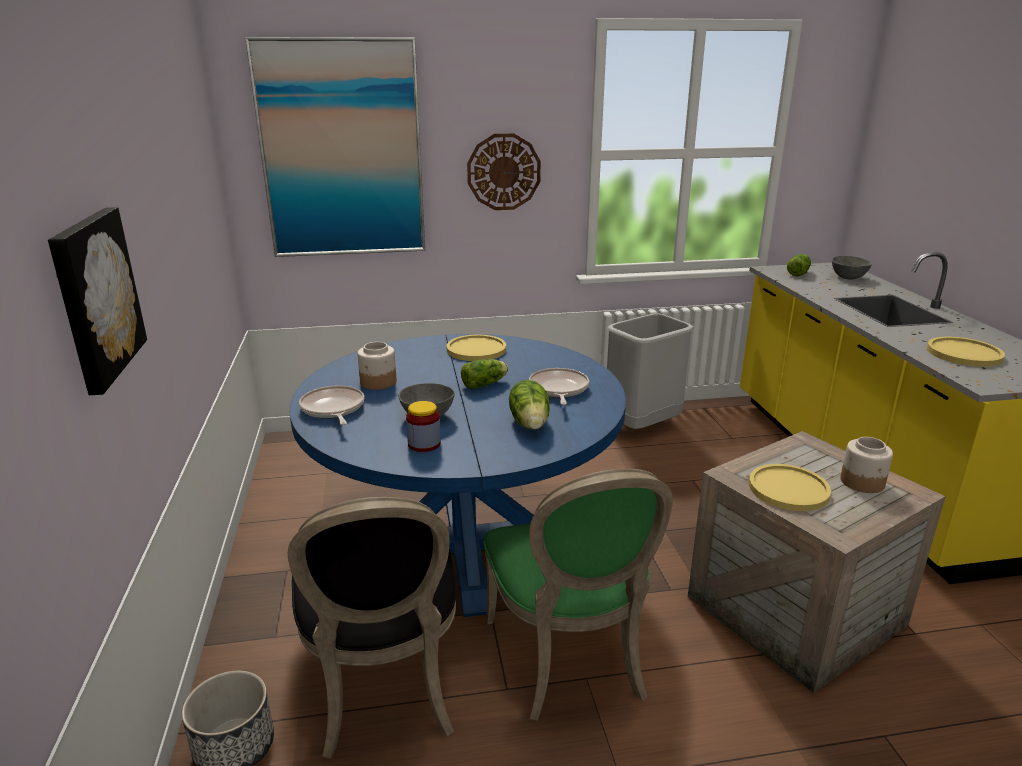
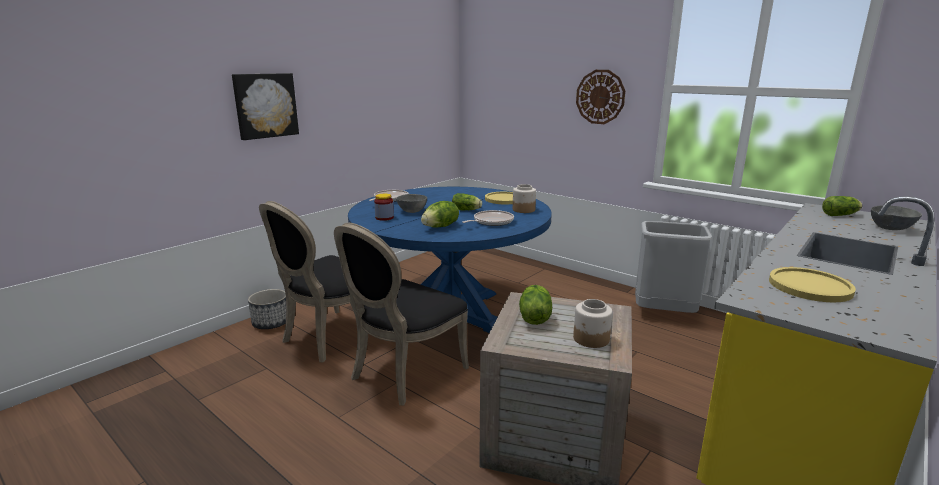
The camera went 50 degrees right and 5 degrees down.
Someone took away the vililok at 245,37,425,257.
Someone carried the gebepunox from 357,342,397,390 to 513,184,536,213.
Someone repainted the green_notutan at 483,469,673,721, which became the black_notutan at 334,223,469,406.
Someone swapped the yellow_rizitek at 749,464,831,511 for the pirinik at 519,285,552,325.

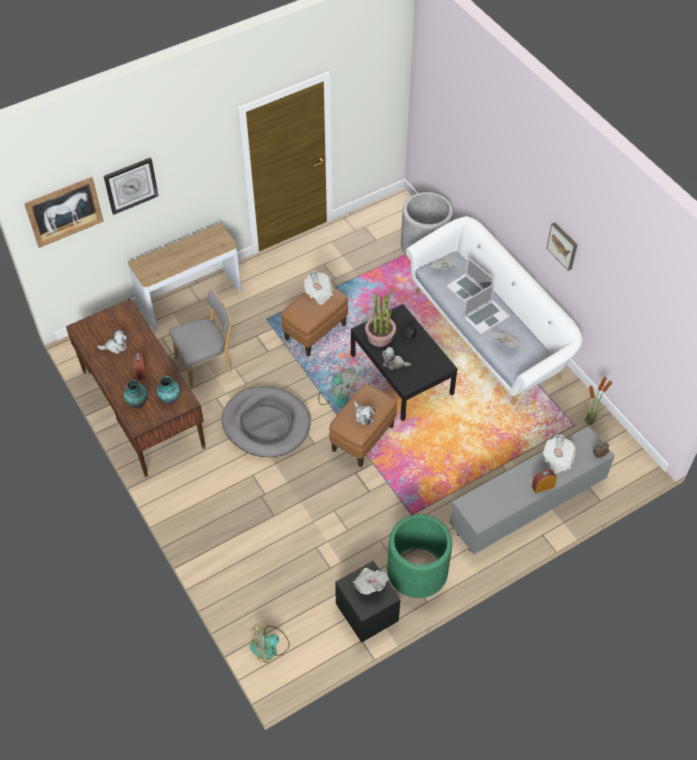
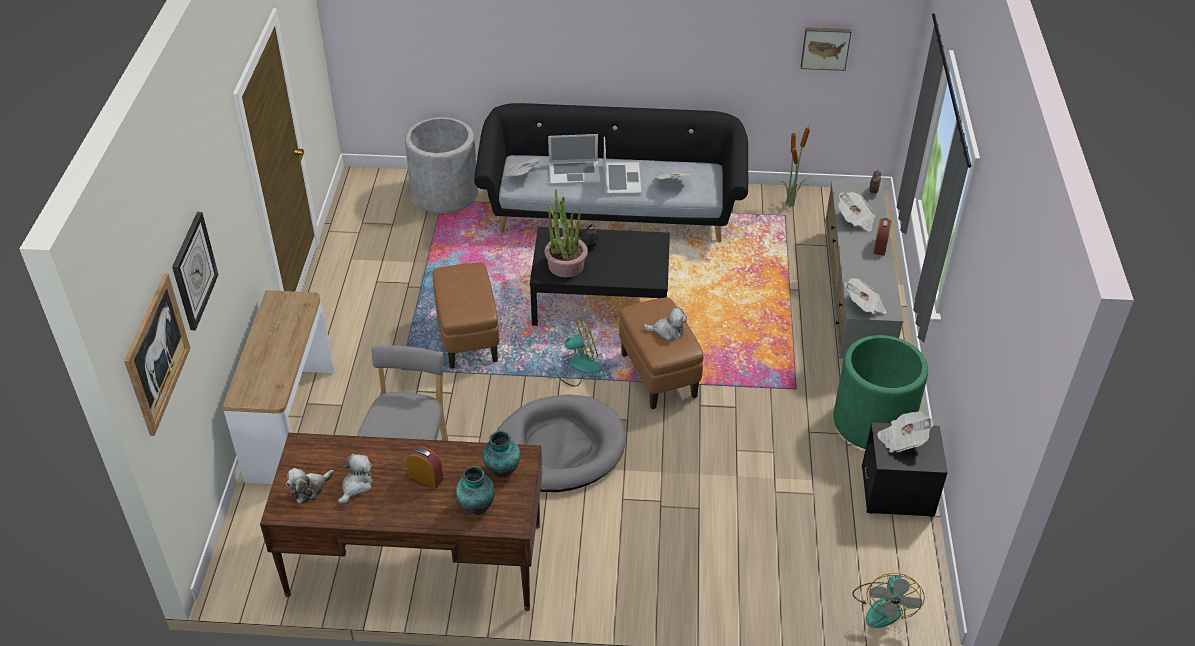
The camera went 55 degrees left and 10 degrees down.
Someone carried the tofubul from 304,271,333,305 to 844,278,887,314.
Someone carried the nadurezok from 382,347,411,370 to 286,468,334,504.
Someone repainted the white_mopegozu at 406,216,583,405, which became the black_mopegozu at 474,103,748,243.
Someone carried the vililok from 546,222,577,271 to 801,27,851,71.

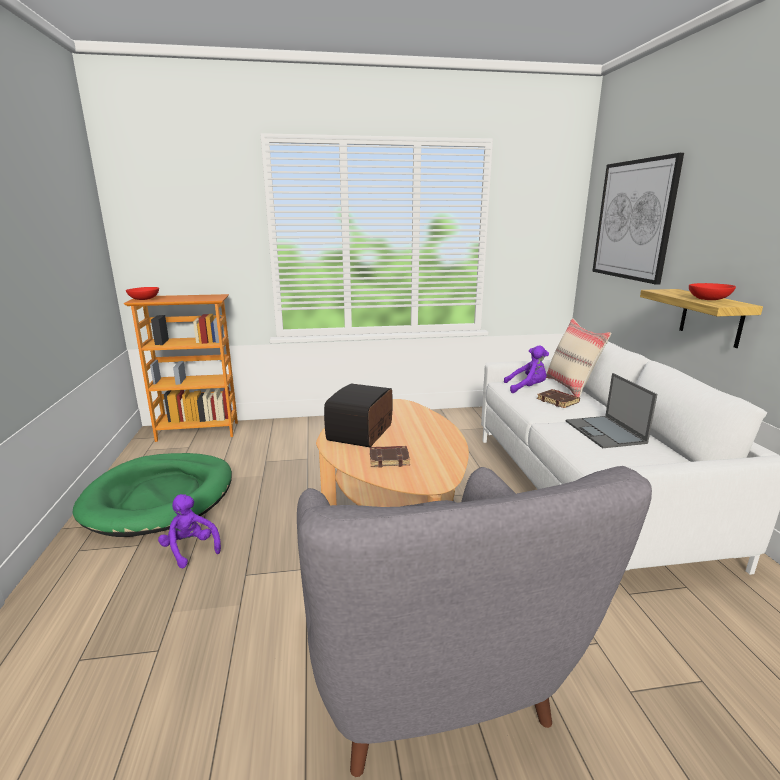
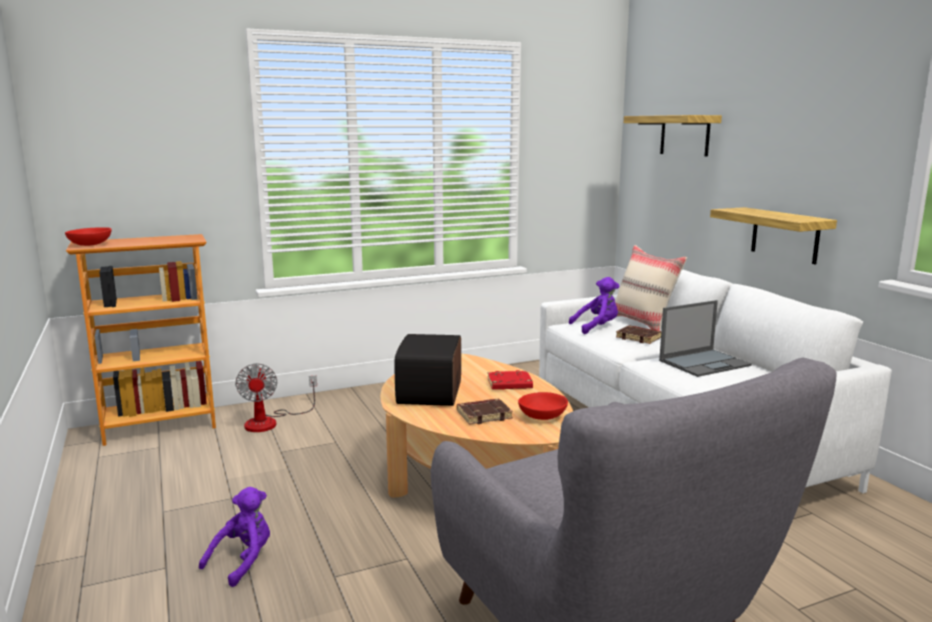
The camera went 15 degrees left and 5 degrees down.
Someone took away the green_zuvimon at 73,453,232,537.
Someone rotated the purple_nadurezok at 158,494,221,568 by 90 degrees clockwise.
Someone rotated the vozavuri at 566,373,657,448 by 90 degrees counterclockwise.
Someone swapped the vililok at 592,153,684,285 for the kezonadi at 624,115,722,156.
Someone carried the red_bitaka from 689,283,736,300 to 518,392,568,420.
Someone put down the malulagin at 235,363,317,432.
Someone put down the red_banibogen at 488,370,533,390.

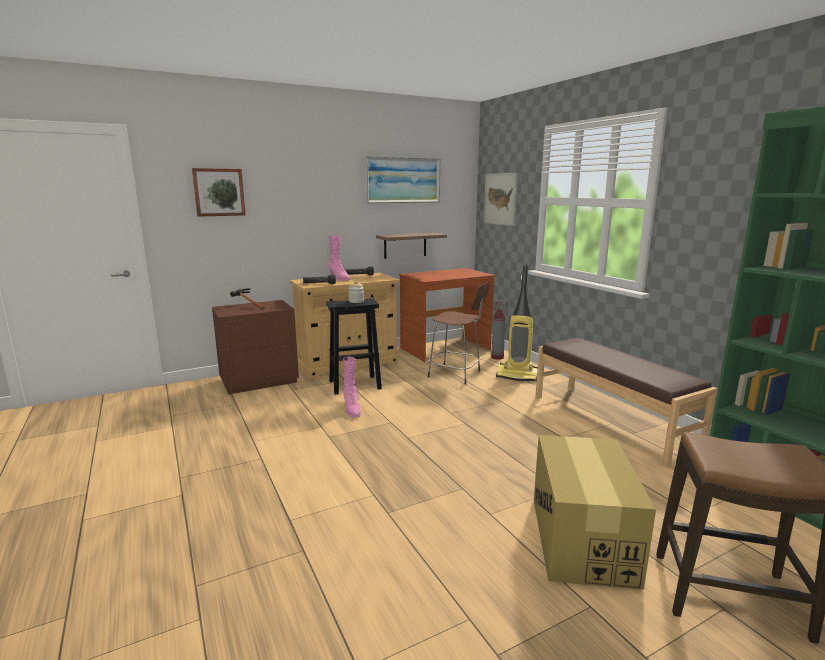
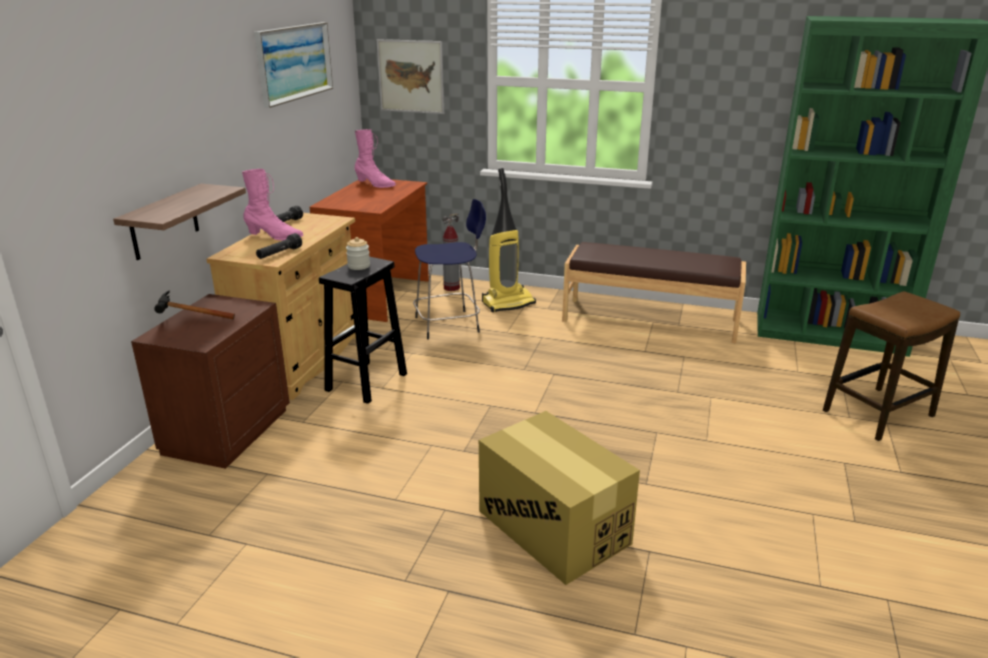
The camera went 45 degrees left and 10 degrees up.
Someone took away the vililok at 192,168,246,217.
Someone carried the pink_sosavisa from 343,357,361,418 to 355,129,396,188.
Someone carried the kezonadi from 376,233,447,259 to 113,184,246,260.
Someone repainted the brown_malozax at 428,283,489,384, which became the blue_malozax at 413,199,486,340.
Someone carried the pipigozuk from 534,435,656,590 to 479,411,640,585.

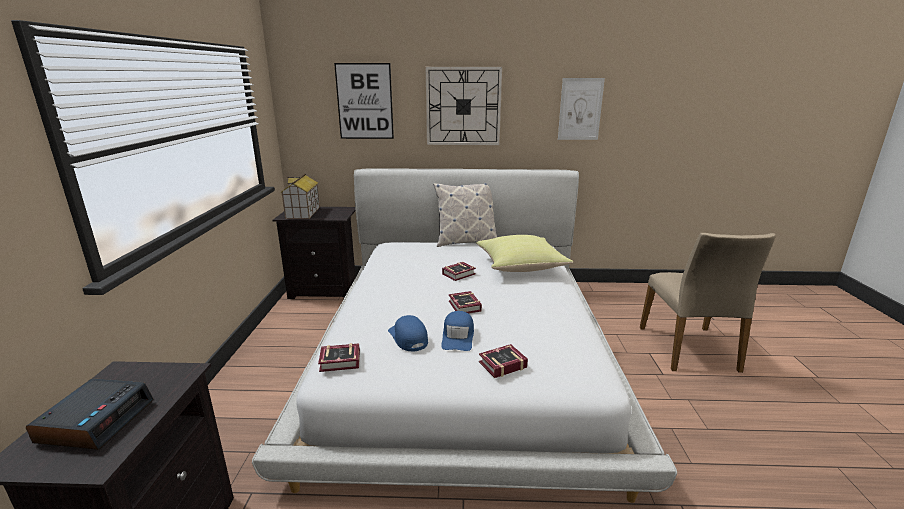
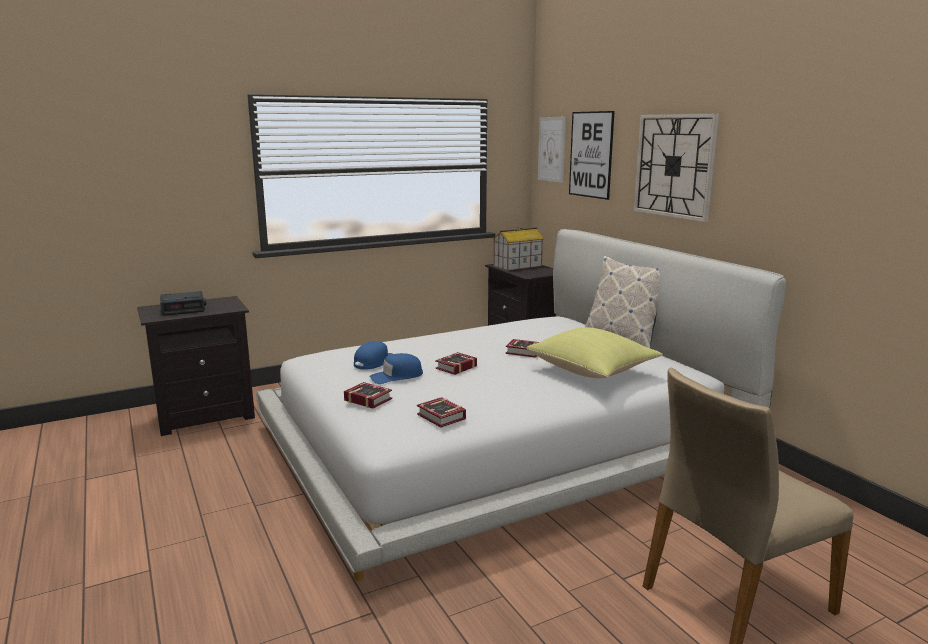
The camera went 60 degrees right and 5 degrees down.
Someone carried the banibogen from 318,343,360,372 to 417,397,466,428.
Someone carried the vililok from 558,78,605,140 to 538,117,566,183.

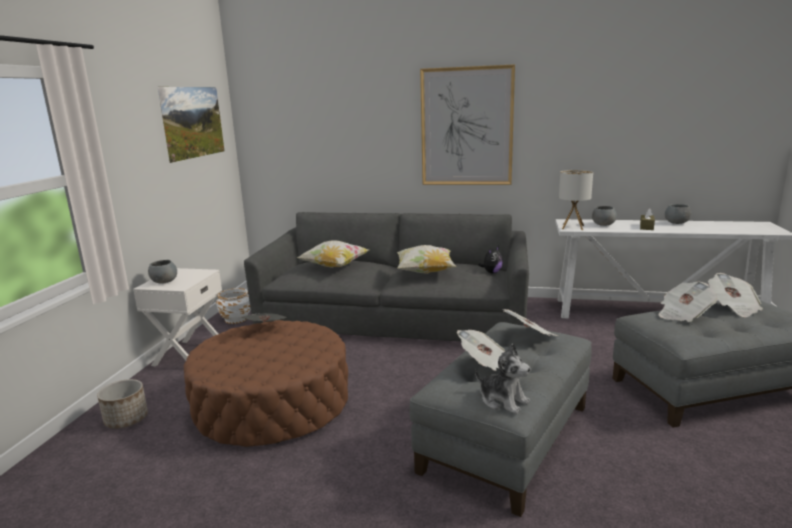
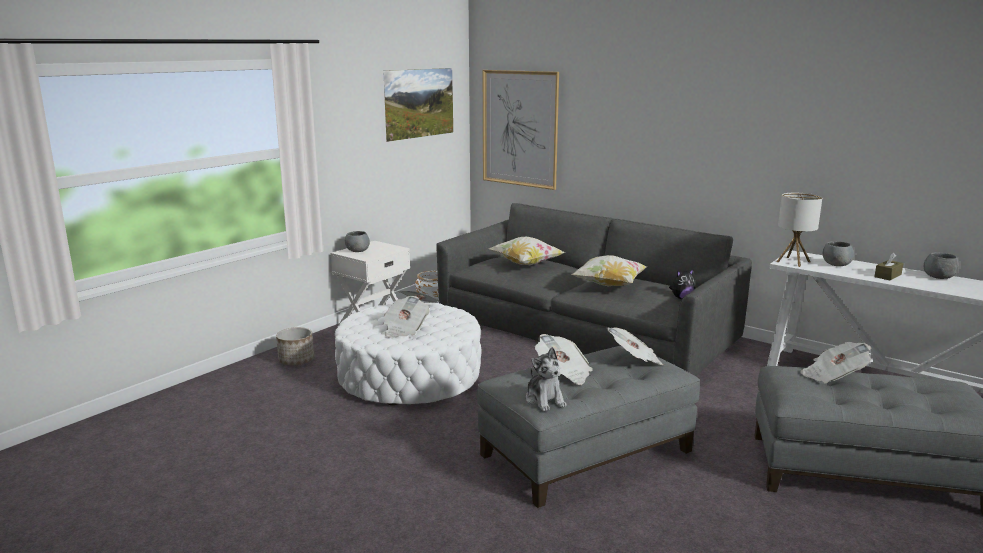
The camera went 25 degrees right and 0 degrees up.
Someone repainted the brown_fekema at 184,320,348,447, which became the white_fekema at 335,303,482,405.
Someone carried the vililok from 420,64,515,185 to 483,70,559,190.
Someone carried the tofubul from 708,273,763,317 to 383,296,429,338.

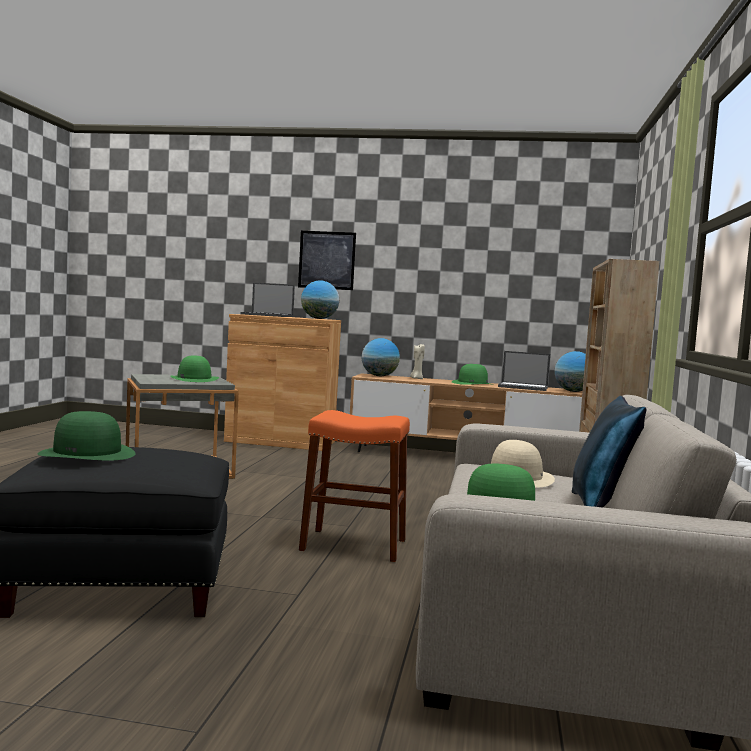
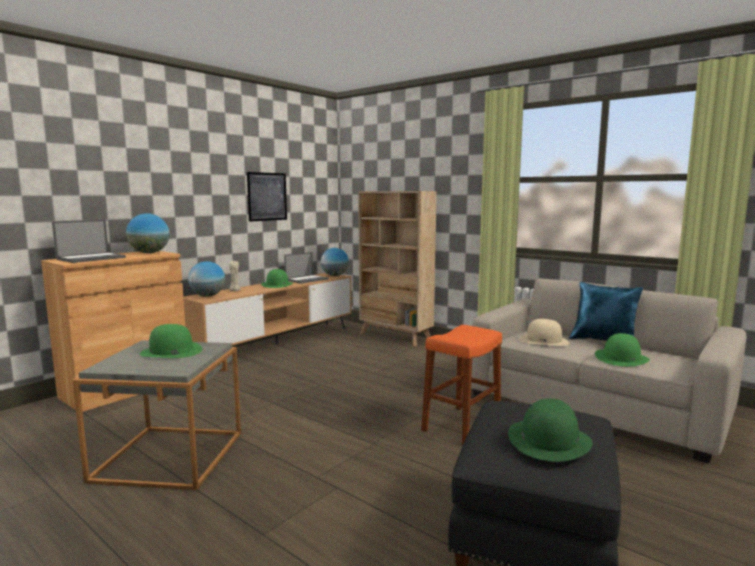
The camera went 60 degrees left and 5 degrees up.
Someone carried the vililok from 298,231,356,290 to 247,172,287,222.

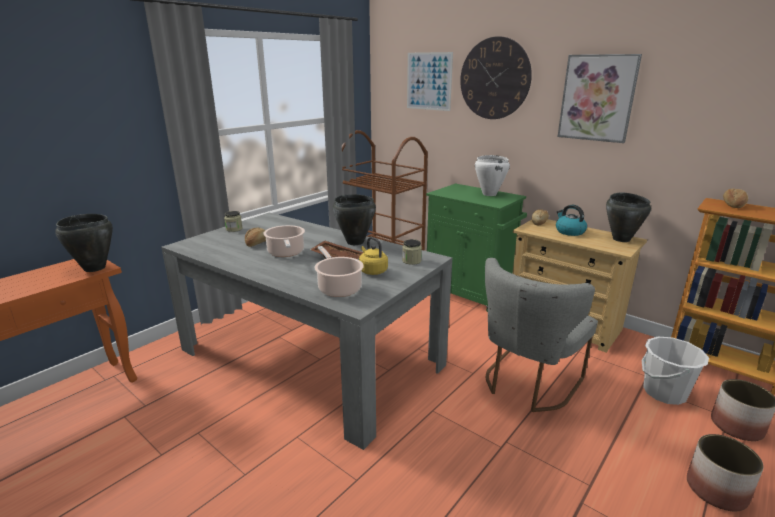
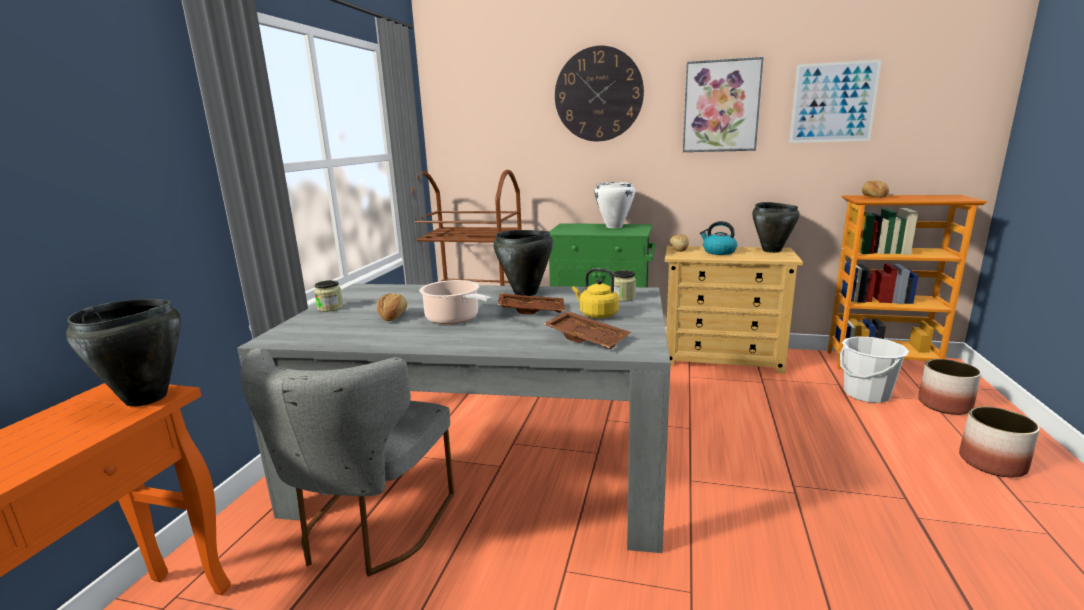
The camera went 25 degrees left and 5 degrees down.
Someone swapped the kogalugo at 314,246,364,297 for the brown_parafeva at 544,311,631,349.
Someone carried the vililok from 407,52,453,111 to 789,60,882,143.
Someone carried the grey_notutan from 485,258,598,412 to 240,348,454,576.

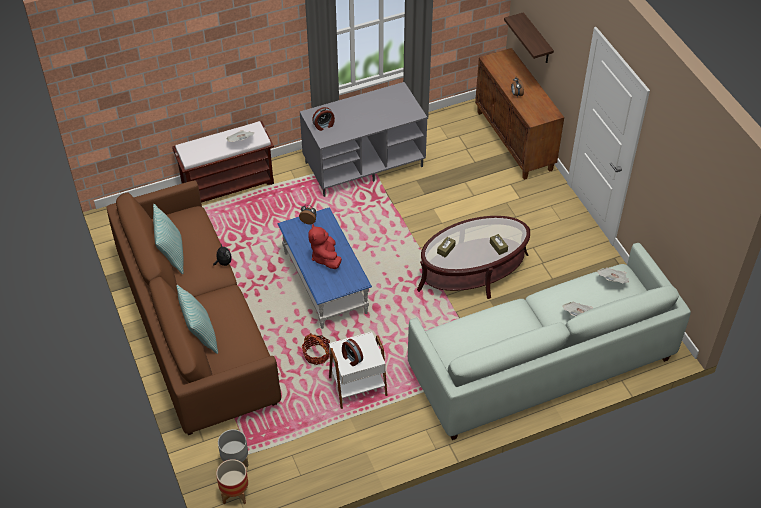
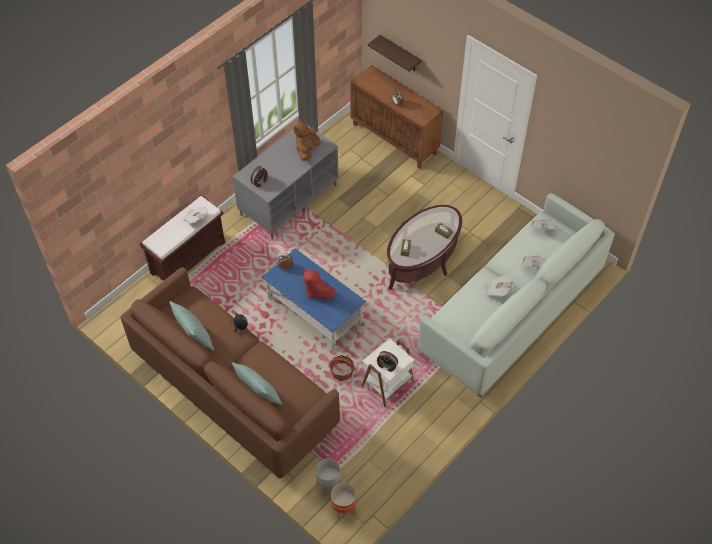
The camera went 25 degrees left and 5 degrees up.
Someone put down the brown_nadurezok at 294,119,321,161.
Someone put down the tofubul at 484,276,514,297.

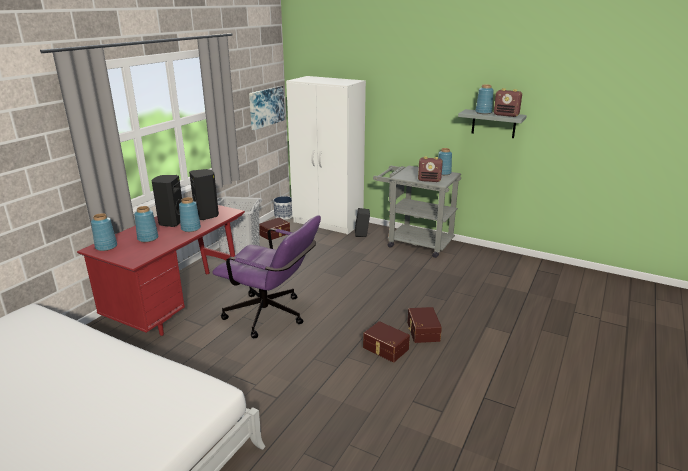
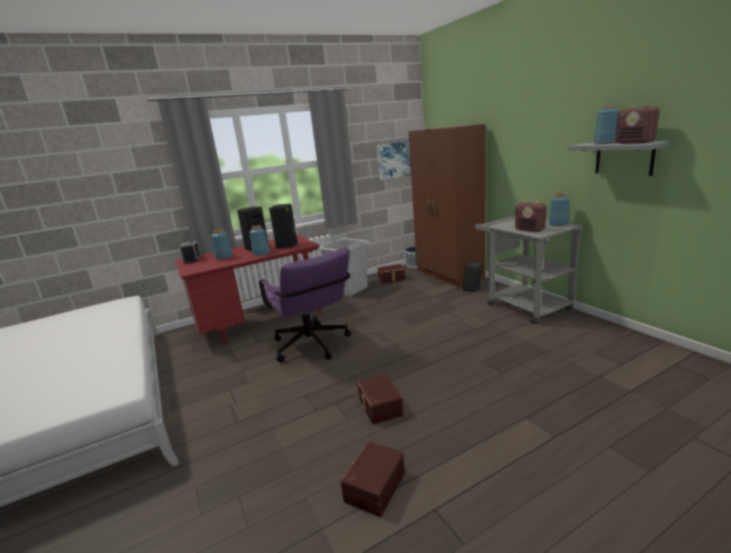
The camera went 35 degrees right and 5 degrees down.
Someone swapped the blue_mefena at 91,213,117,251 for the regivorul at 179,241,201,264.
Someone repainted the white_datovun at 286,76,366,235, which became the brown_datovun at 409,124,485,287.
Someone carried the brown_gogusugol from 407,307,442,343 to 341,442,405,517.

